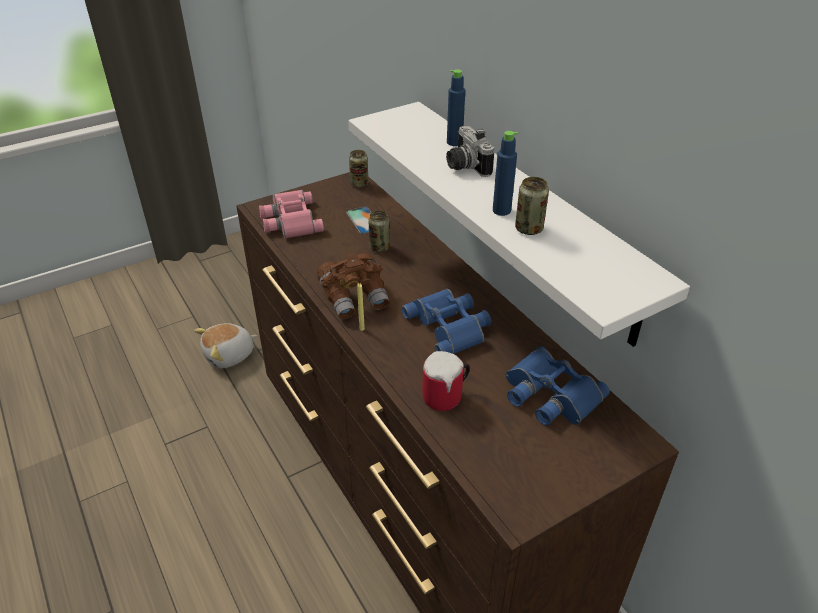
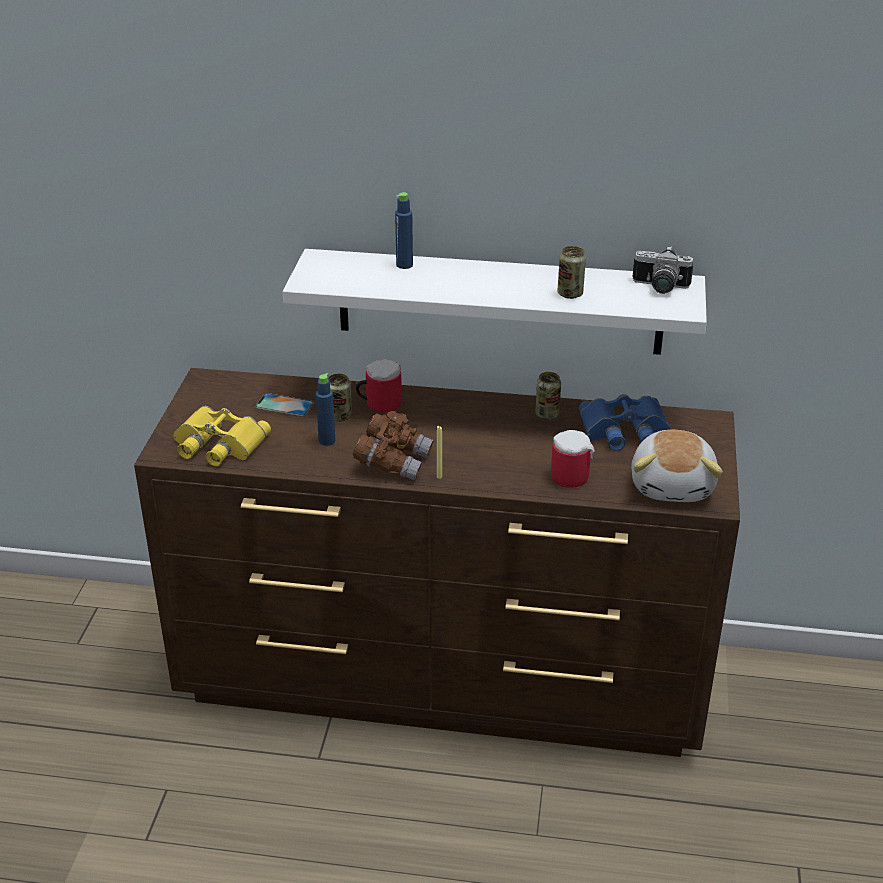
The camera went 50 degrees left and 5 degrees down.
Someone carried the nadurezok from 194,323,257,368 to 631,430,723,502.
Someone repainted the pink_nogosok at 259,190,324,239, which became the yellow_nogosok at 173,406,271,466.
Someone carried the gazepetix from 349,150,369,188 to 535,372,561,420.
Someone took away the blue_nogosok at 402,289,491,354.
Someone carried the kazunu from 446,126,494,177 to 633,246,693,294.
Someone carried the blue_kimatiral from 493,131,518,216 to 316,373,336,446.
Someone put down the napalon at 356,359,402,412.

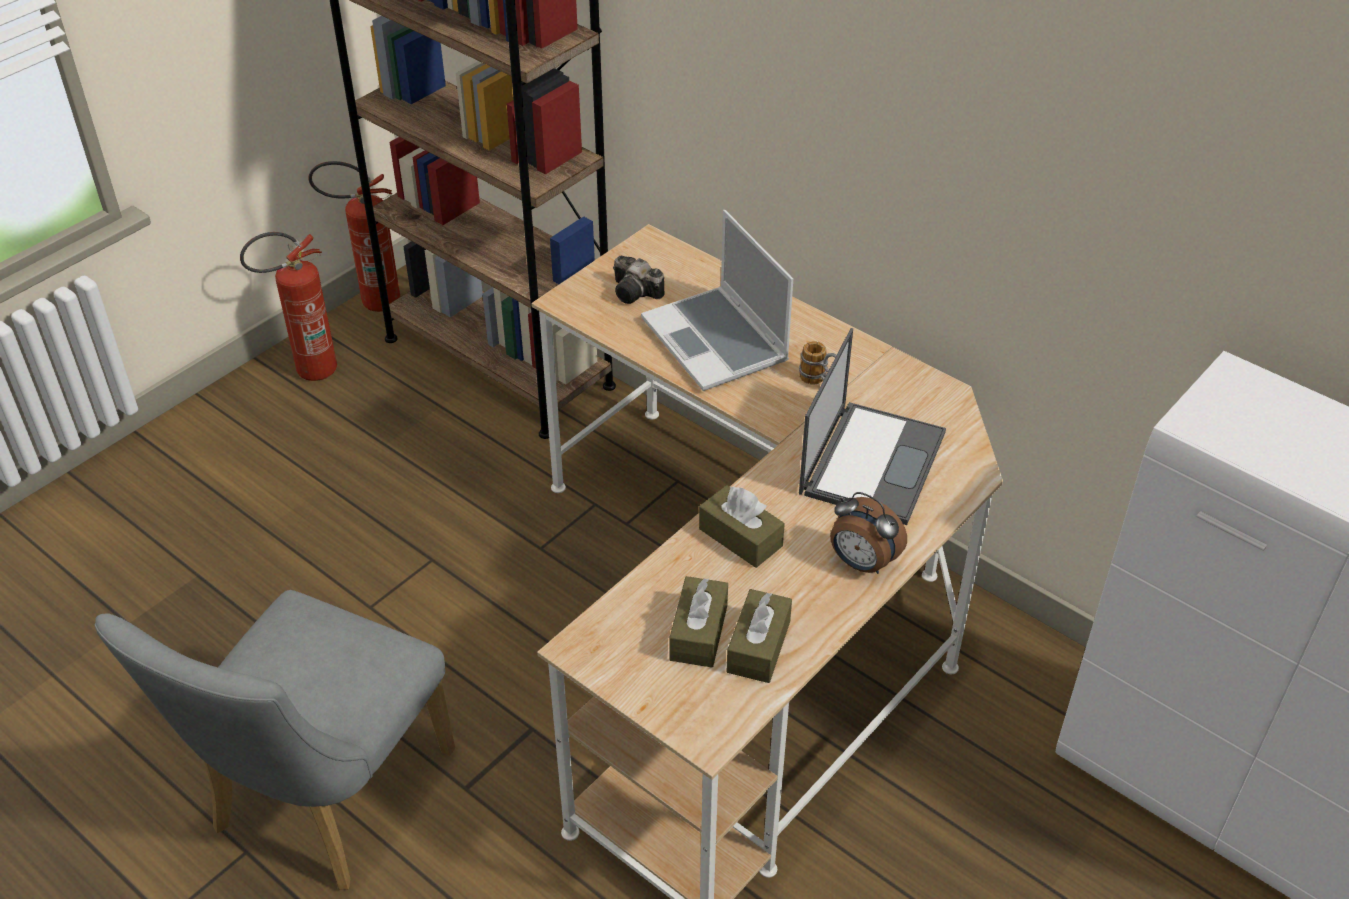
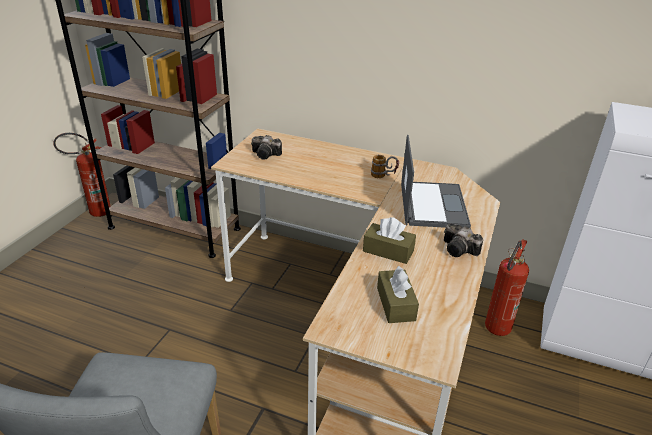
The camera went 20 degrees left and 10 degrees down.
Someone carried the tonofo from 240,232,337,381 to 485,239,529,336.
Someone took away the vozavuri at 641,210,793,391.
Someone took away the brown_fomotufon at 727,589,792,683.
Someone swapped the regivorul at 830,492,907,574 for the kazunu at 444,223,483,257.

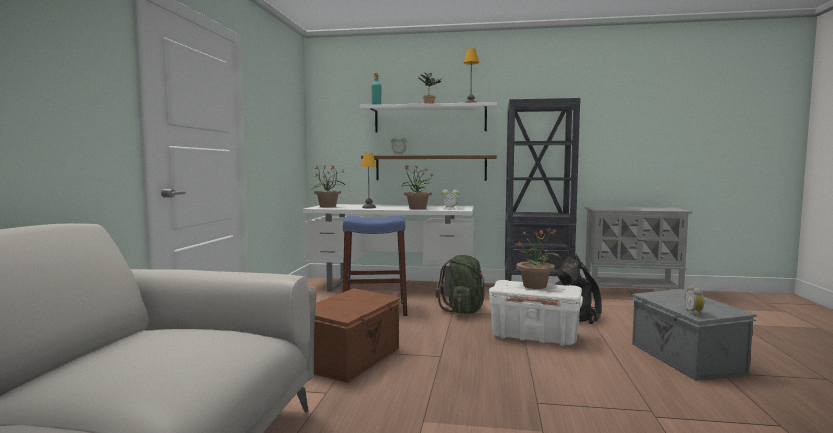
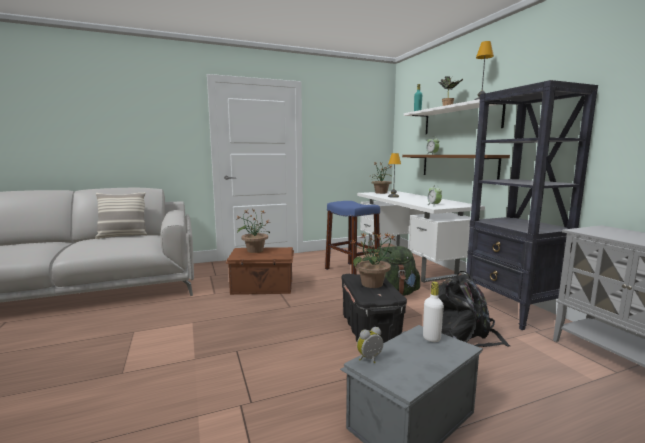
The camera went 60 degrees right and 5 degrees up.
Someone carried the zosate from 402,165,433,209 to 236,208,271,253.
Someone repainted the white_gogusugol at 489,280,583,346, which became the black_gogusugol at 341,274,407,343.
Someone put down the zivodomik at 95,192,147,239.
Someone put down the white_kimatiral at 423,282,444,342.

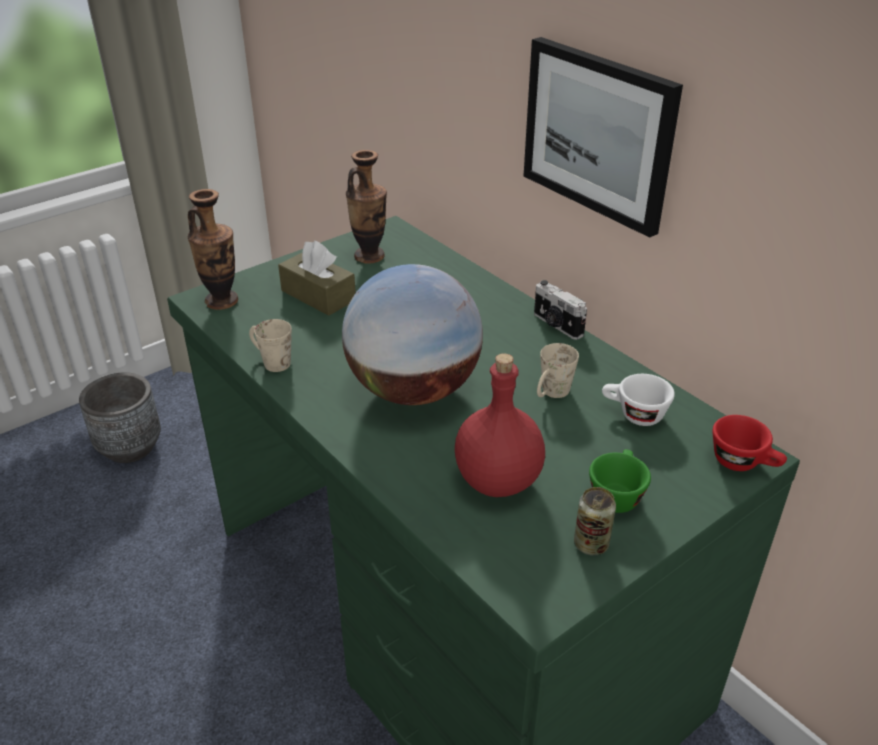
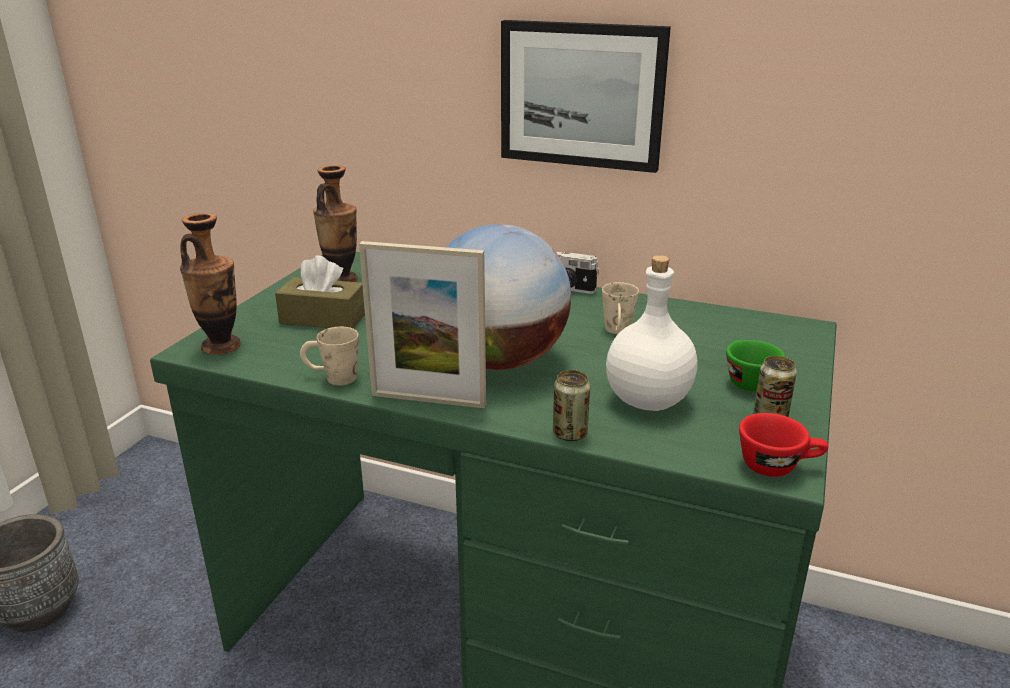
The camera went 30 degrees left and 10 degrees down.
Someone repainted the red_kimatiral at 455,353,545,497, which became the white_kimatiral at 606,255,697,411.
Someone took away the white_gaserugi at 602,374,675,426.
Someone carried the red_gaserugi from 712,415,787,471 to 739,413,828,477.
Someone put down the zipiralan at 359,241,486,408.
Someone put down the gazepetix at 553,370,590,441.

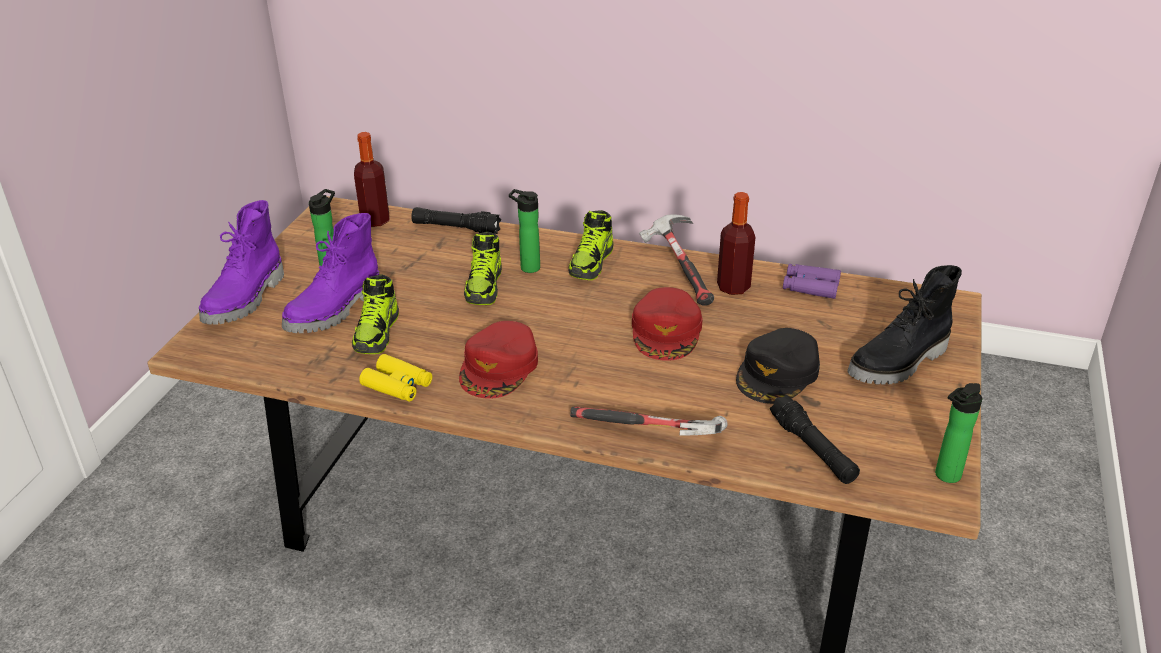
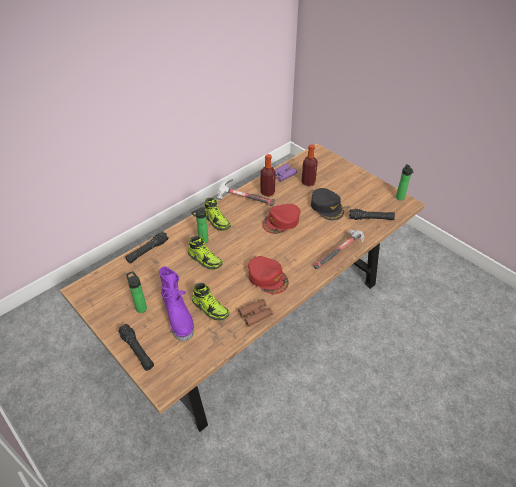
The camera went 60 degrees left and 10 degrees up.
Someone swapped the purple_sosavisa at 199,200,284,325 for the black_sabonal at 118,324,154,371.
Someone carried the kimatiral from 354,132,389,227 to 301,144,318,186.
Someone repainted the yellow_nogosok at 359,354,432,402, which became the brown_nogosok at 238,299,273,327.
Someone rotated the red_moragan at 632,287,703,361 by 105 degrees clockwise.
Someone took away the black_sosavisa at 847,265,962,385.

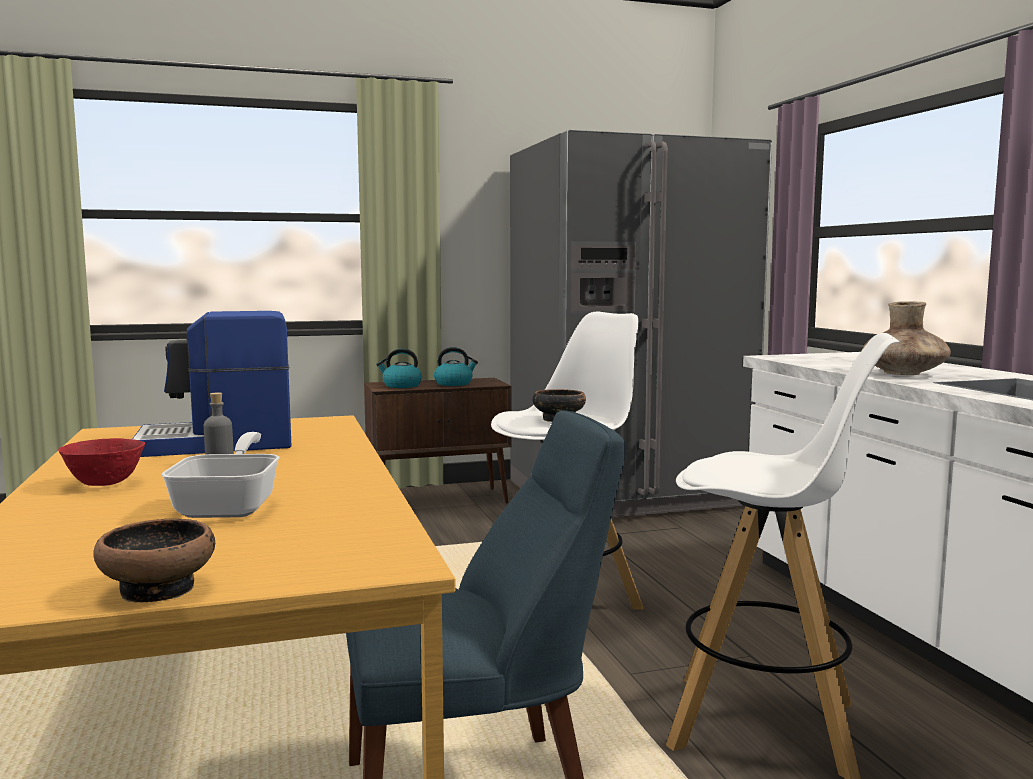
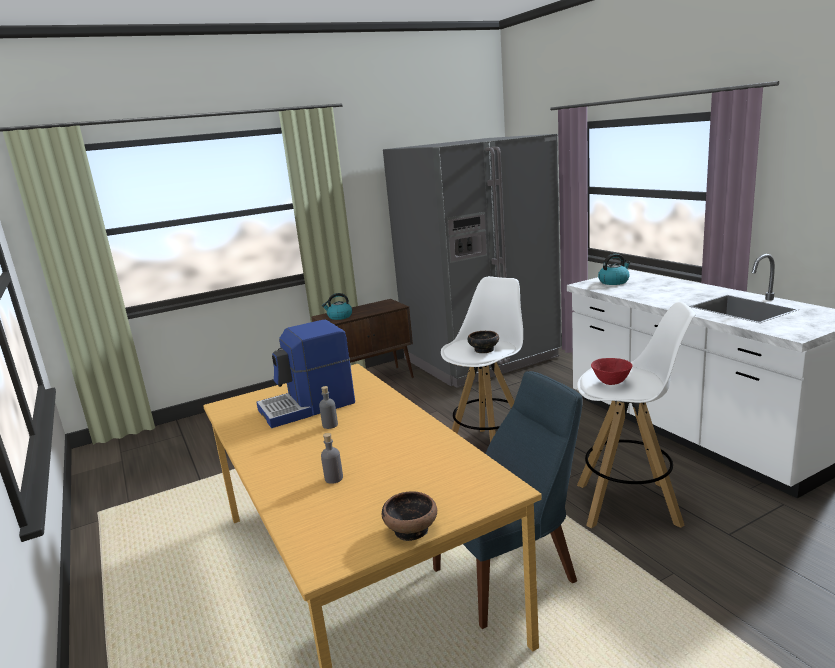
The camera went 10 degrees left and 10 degrees up.
Someone carried the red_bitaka from 58,438,145,486 to 591,358,633,385.
Someone took away the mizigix at 161,432,279,518.
Someone carried the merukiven from 434,347,478,386 to 598,254,630,285.
Someone took away the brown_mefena at 862,301,951,375.
Someone put down the grey_kimatiral at 321,433,343,484.

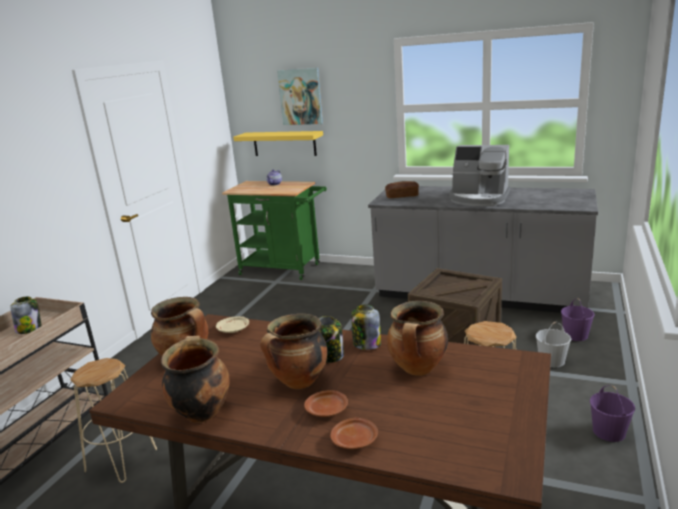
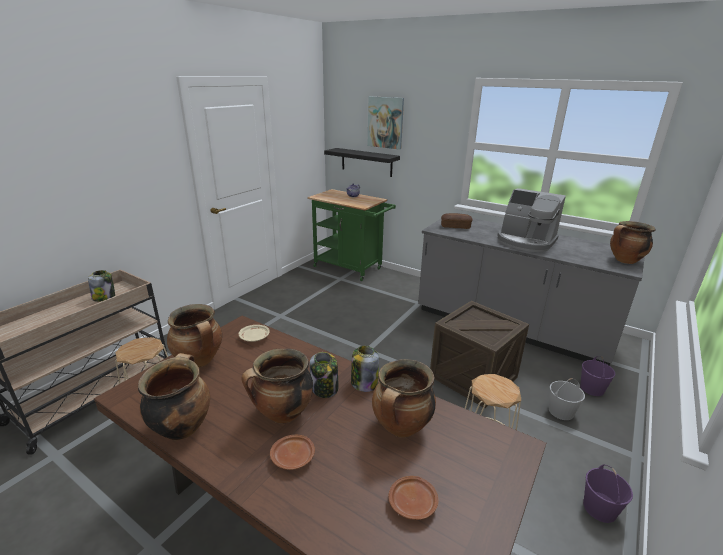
The camera went 10 degrees right and 5 degrees up.
Someone repainted the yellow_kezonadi at 233,131,323,156, which became the black_kezonadi at 324,148,400,177.
Someone carried the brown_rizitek from 330,418,378,449 to 388,476,439,520.
Someone put down the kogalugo at 610,221,655,264.

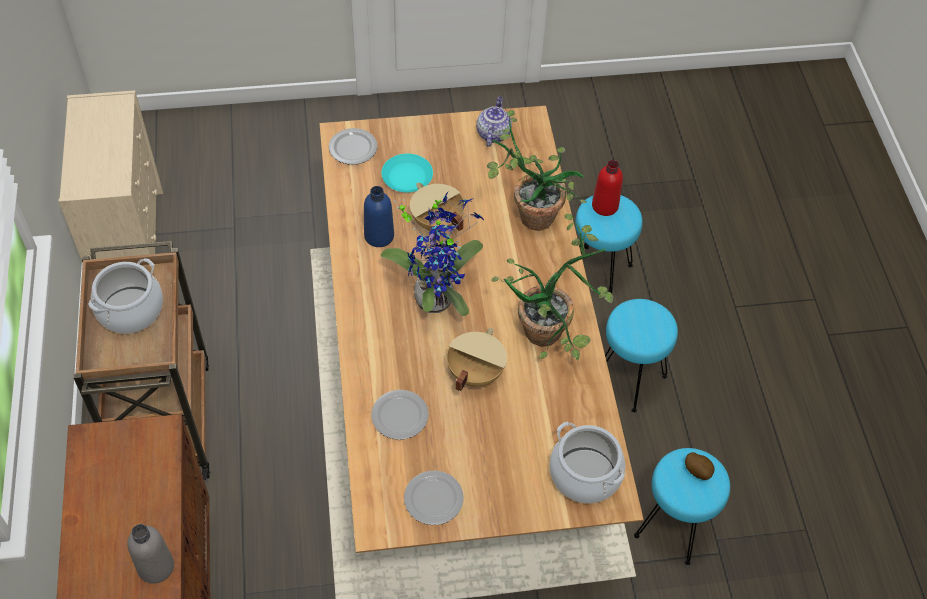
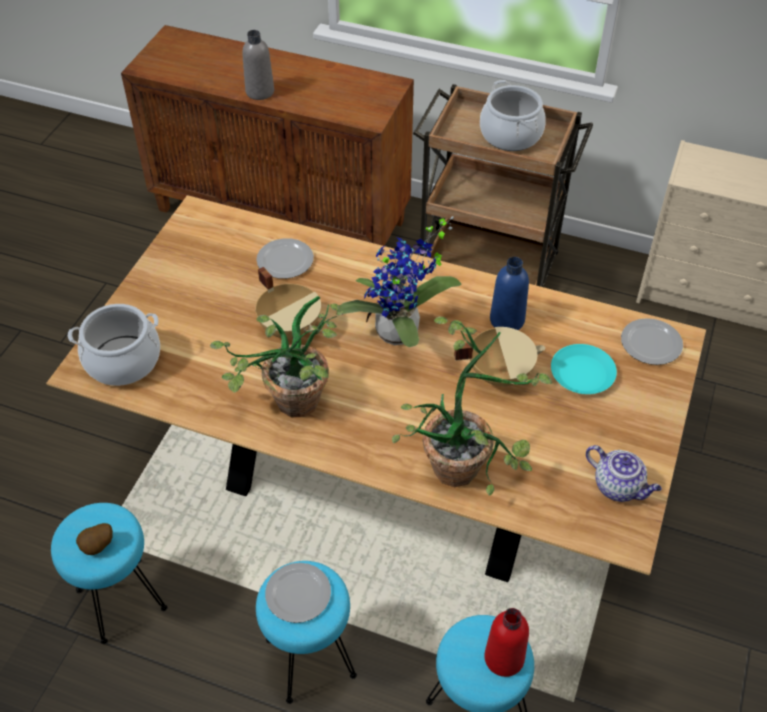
The camera went 120 degrees right and 5 degrees down.
Someone carried the rizitek from 404,471,464,525 to 265,563,331,623.

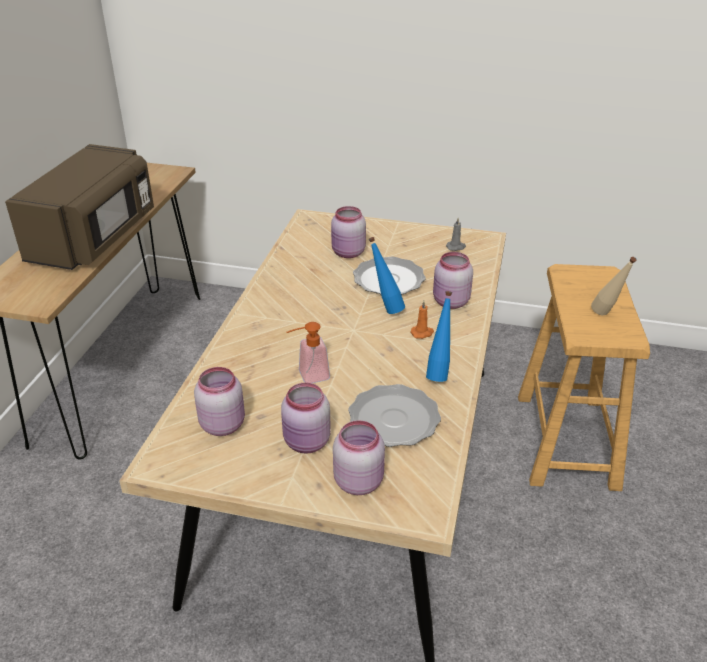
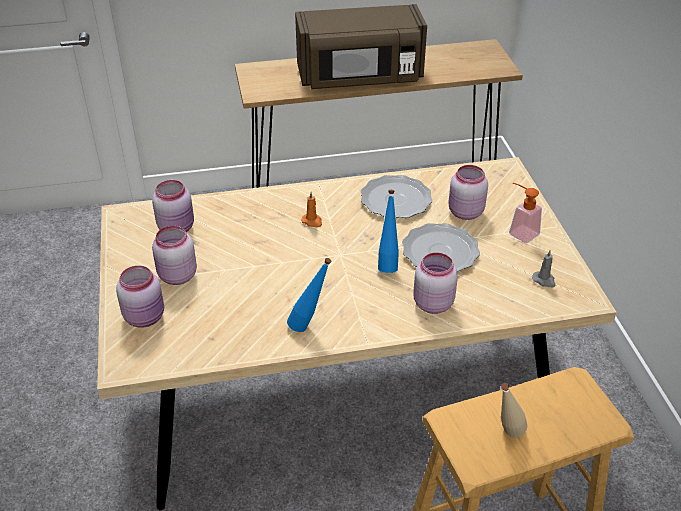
The camera went 65 degrees right and 5 degrees up.
Someone carried the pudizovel from 287,322,330,383 to 509,183,542,243.
Someone carried the rizitek from 348,384,441,447 to 360,175,432,218.
Someone carried the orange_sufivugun from 410,301,434,339 to 301,192,322,227.

